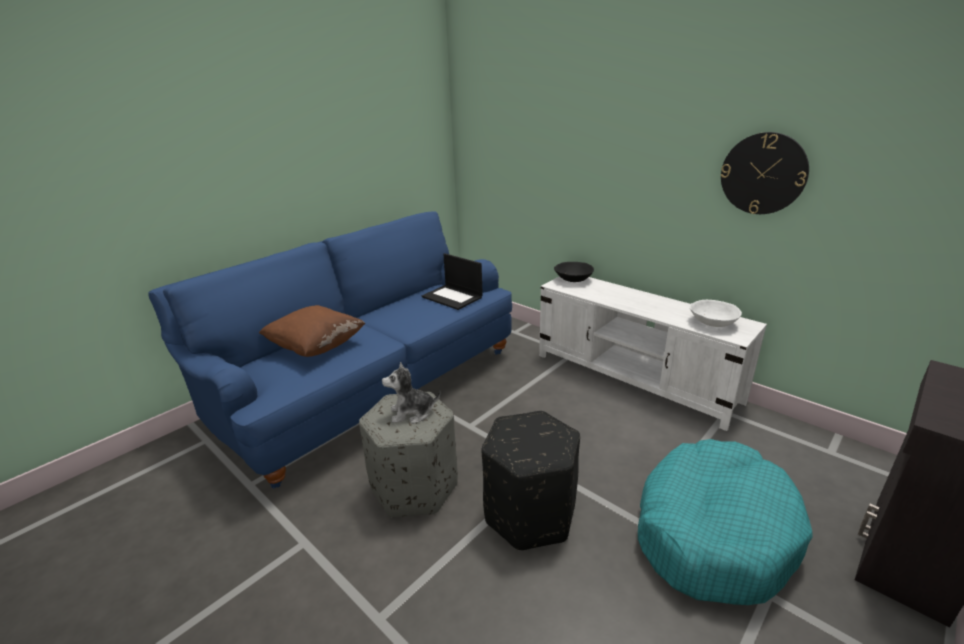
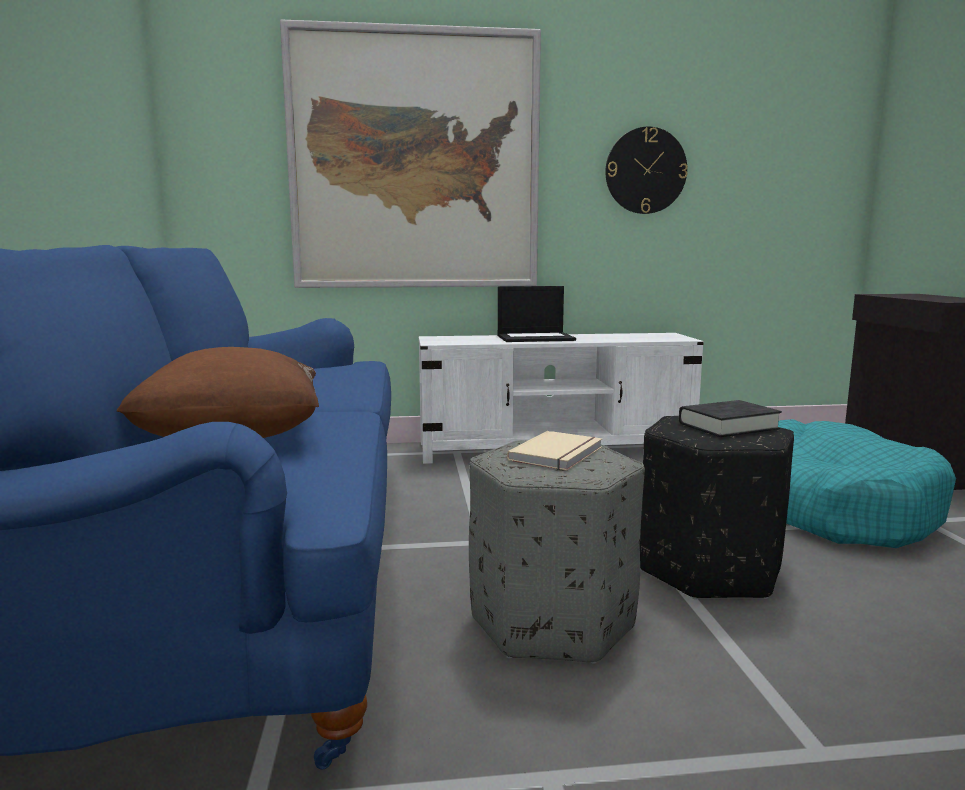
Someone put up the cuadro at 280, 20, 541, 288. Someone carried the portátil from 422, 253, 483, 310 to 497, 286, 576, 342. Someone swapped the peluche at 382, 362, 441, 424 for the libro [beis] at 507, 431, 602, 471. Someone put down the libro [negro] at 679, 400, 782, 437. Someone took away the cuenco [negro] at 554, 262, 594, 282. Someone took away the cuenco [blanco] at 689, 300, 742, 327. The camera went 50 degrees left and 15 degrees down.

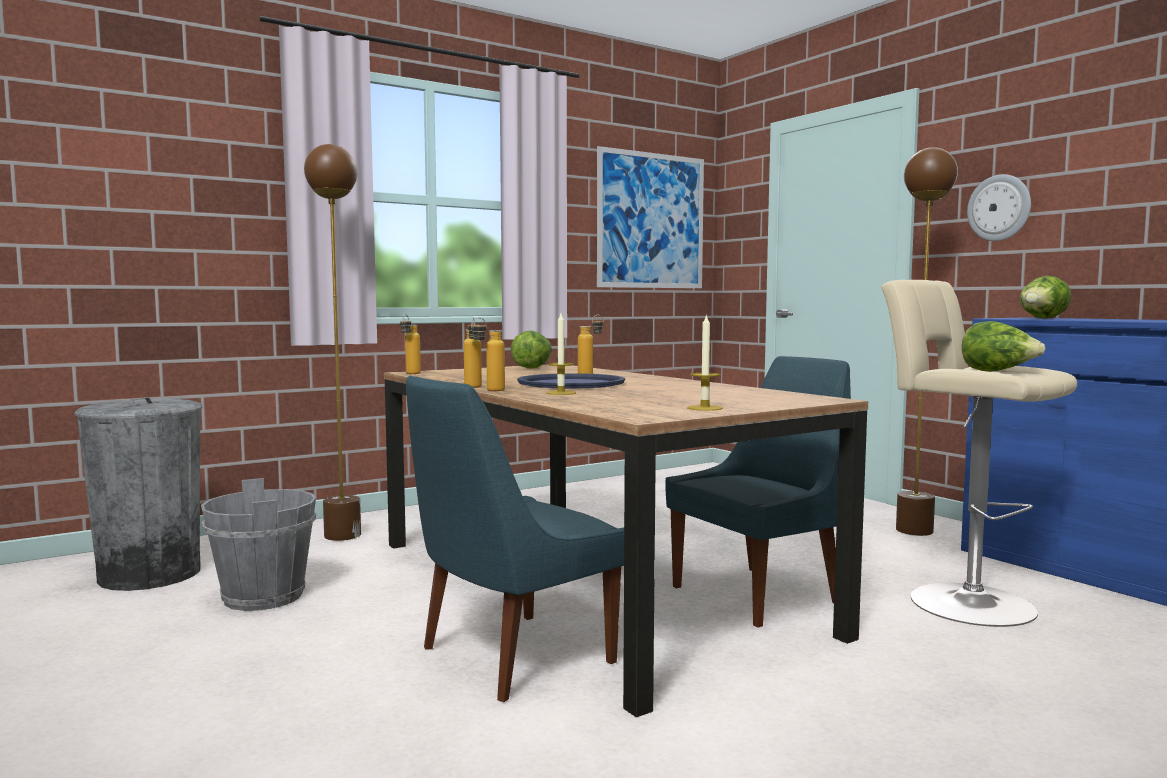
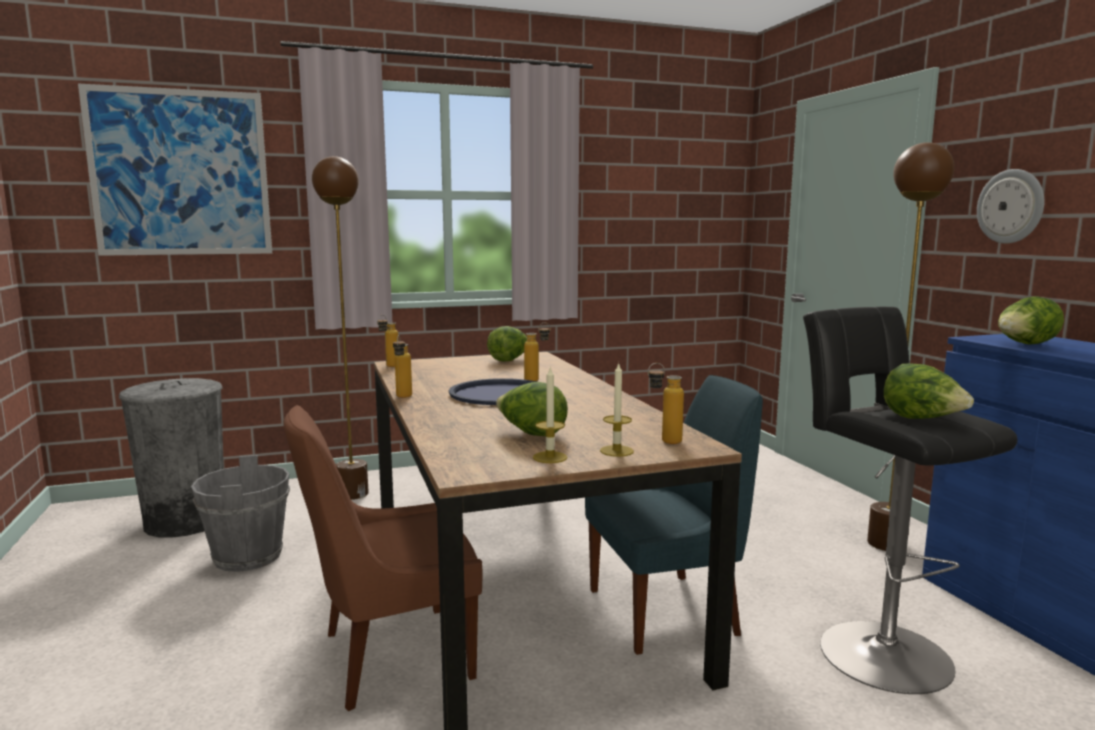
Someone carried the cuadro from 597, 146, 704, 288 to 78, 84, 272, 256. Someone repainted the silla [azul] at 406, 375, 624, 702, which became the silla [marrón] at 283, 405, 482, 711. Someone put down the lechuga at 496, 382, 568, 436. Someone carried the vela from 546, 314, 576, 395 to 600, 362, 634, 457. Someone carried the botella from 471, 317, 505, 391 to 648, 363, 684, 444. Someone repainted the taburete [beis] at 881, 280, 1077, 627, which became the taburete [negro] at 803, 307, 1017, 694. The camera went 15 degrees right and 5 degrees up.

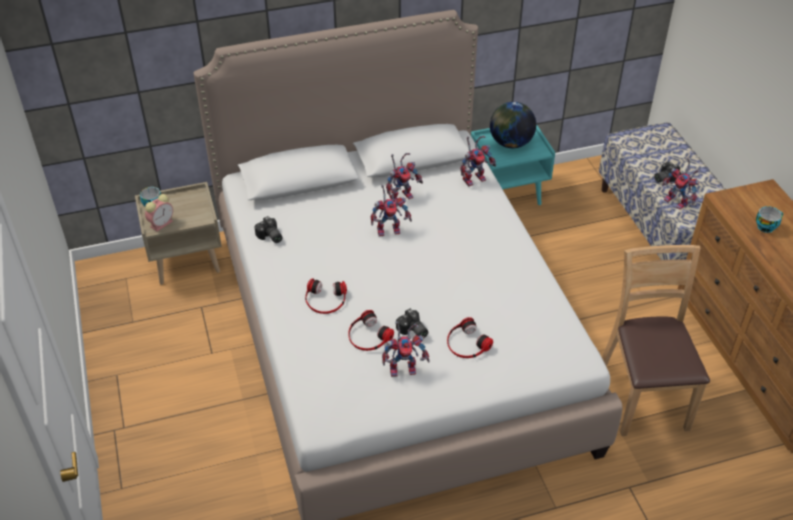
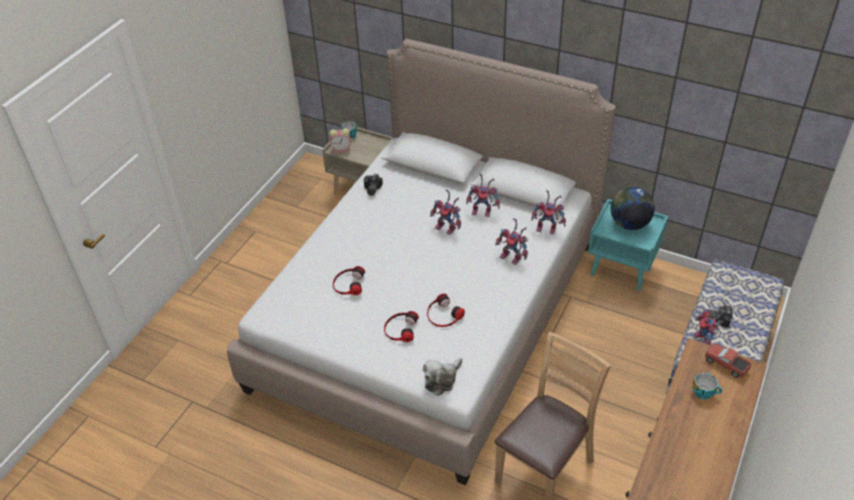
Someone put down the peluche at 423, 358, 463, 396. Someone carried the auriculares from 305, 278, 347, 314 to 427, 293, 465, 327. Someone carried the robot de juguete from 382, 321, 430, 377 to 495, 218, 528, 265. Someone put down the camión de juguete at 705, 343, 752, 378. Someone took away the cámara at 396, 308, 428, 338. The camera went 45 degrees right and 0 degrees up.

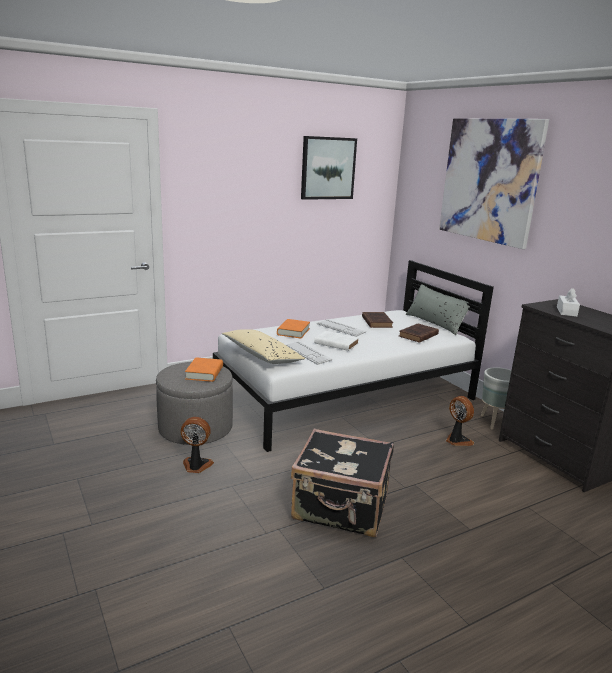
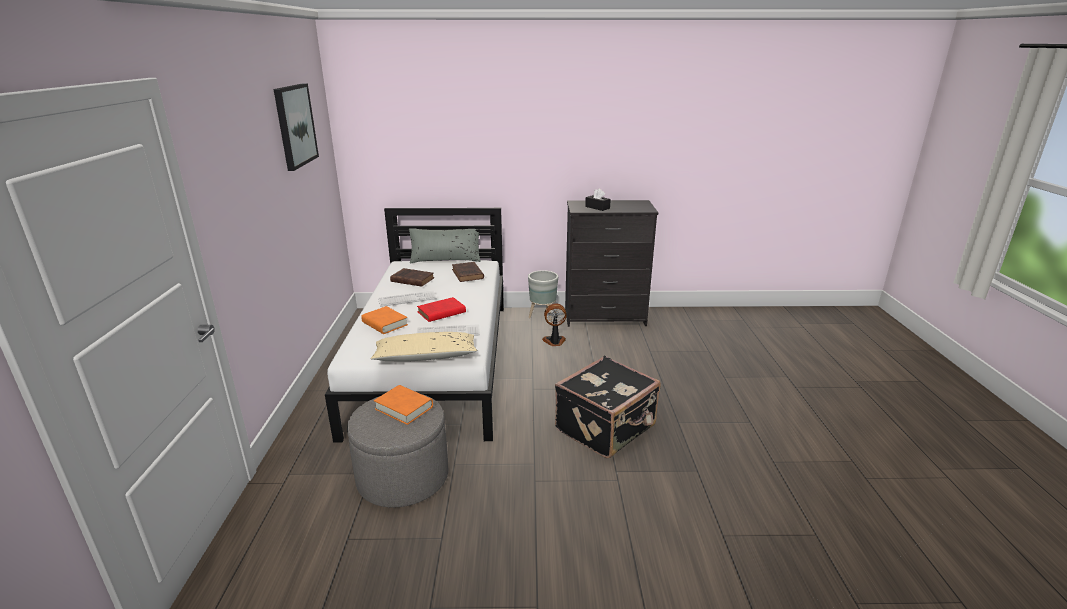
Someone repainted the libro [blanco] at 314, 331, 359, 351, which became the libro [rojo] at 417, 297, 466, 322. Someone repainted the caja de pañuelos [blanco] at 557, 288, 580, 317, which became the caja de pañuelos [negro] at 585, 189, 611, 211. Someone took away the ventilador at 180, 417, 214, 473. Someone took away the cuadro at 439, 118, 549, 249. The camera went 60 degrees left and 5 degrees up.

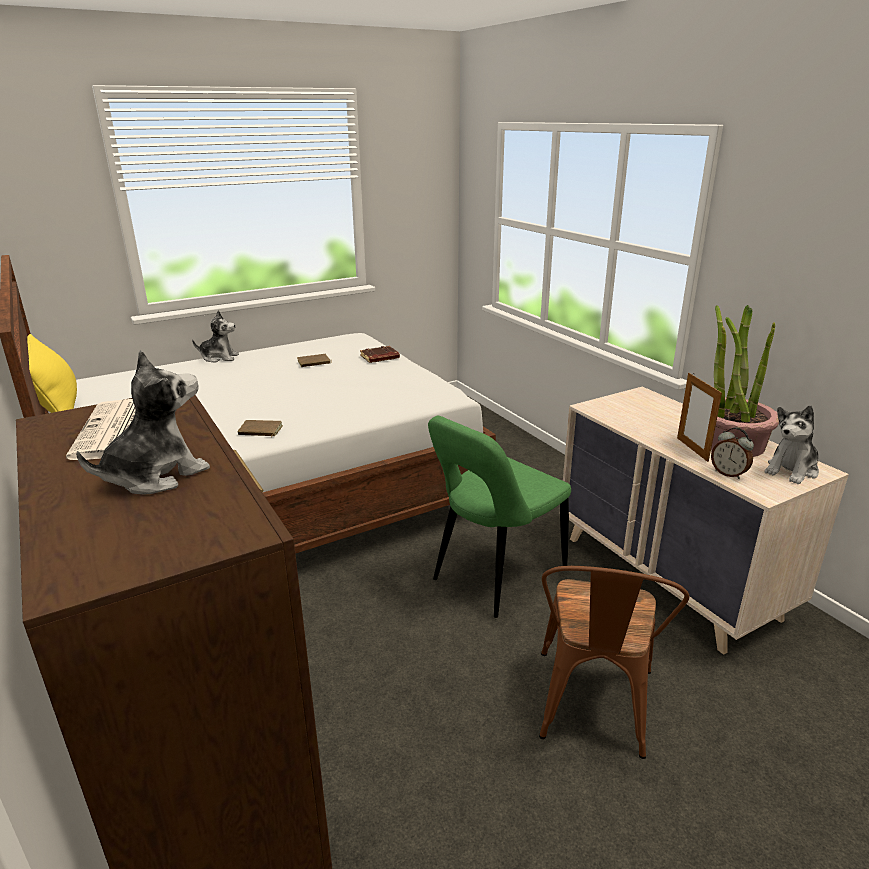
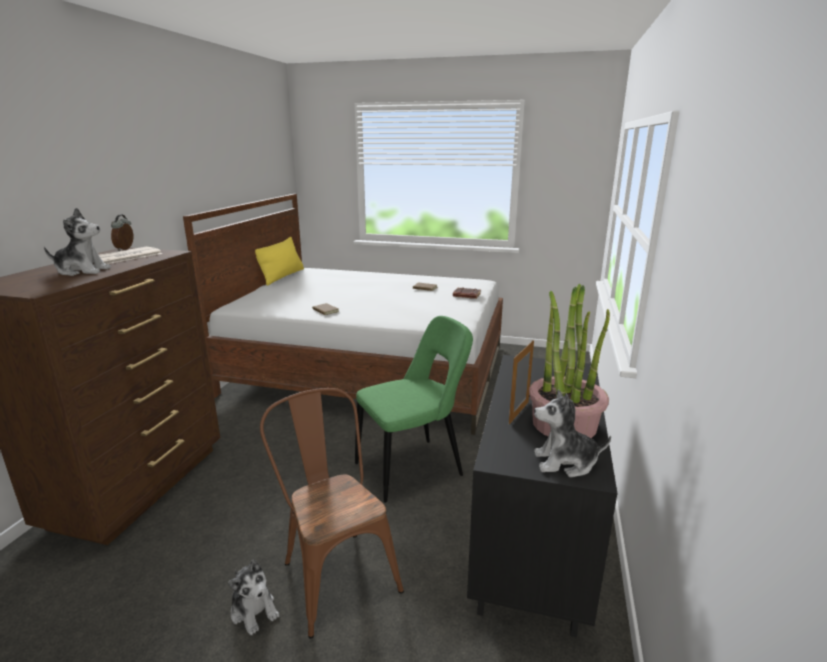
Someone carried the despertador from 711, 428, 754, 479 to 111, 214, 133, 251. Someone carried the peluche from 192, 311, 239, 363 to 228, 559, 279, 635. Someone rotated the silla [marrón] at 539, 566, 690, 759 by 90 degrees clockwise. Someone rotated the silla [verde] at 428, 416, 571, 618 by 150 degrees clockwise. Someone repainted the cómoda [beis] at 563, 387, 849, 655, which became the cómoda [negro] at 467, 355, 617, 637. The camera went 45 degrees right and 5 degrees down.

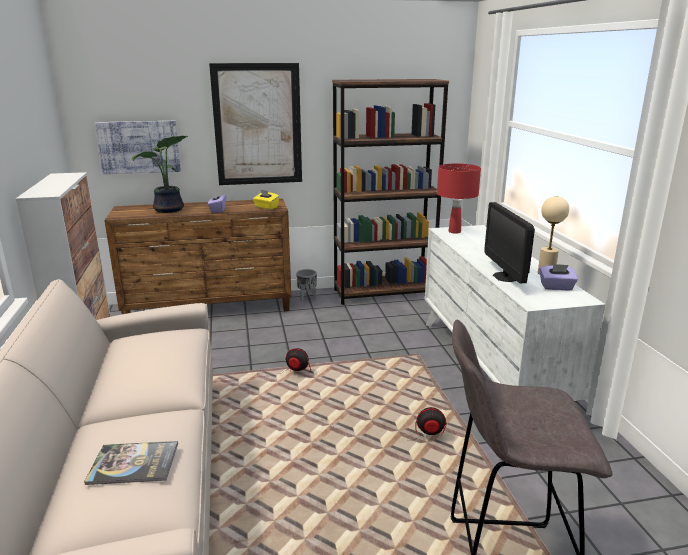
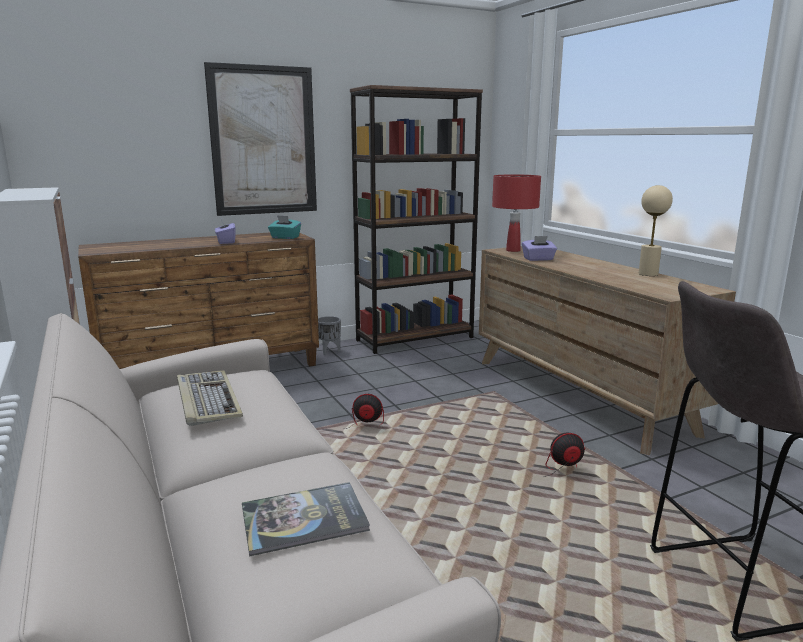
Someone put down the teclado at 177, 370, 243, 426. Someone repainted the caja de pañuelos [amarillo] at 253, 189, 280, 210, which became the caja de pañuelos [turquesa] at 268, 215, 301, 239. Someone repainted the cómoda [blanco] at 425, 225, 605, 401, which became the cómoda [marrón] at 479, 246, 736, 455. Someone carried the caja de pañuelos [morado] from 540, 264, 578, 290 to 522, 236, 557, 261. Someone took away the cuadro at 95, 121, 181, 174. Someone took away the planta en maceta at 132, 136, 188, 213. Someone took away the monitor at 484, 202, 535, 283. The camera went 15 degrees left and 5 degrees down.

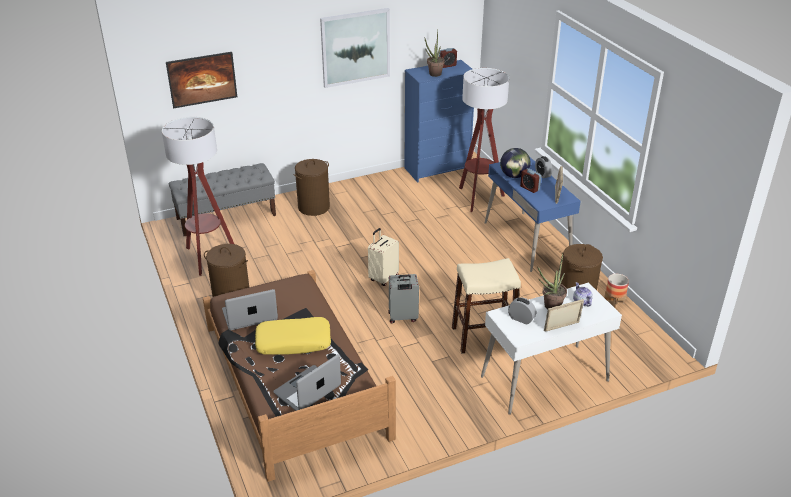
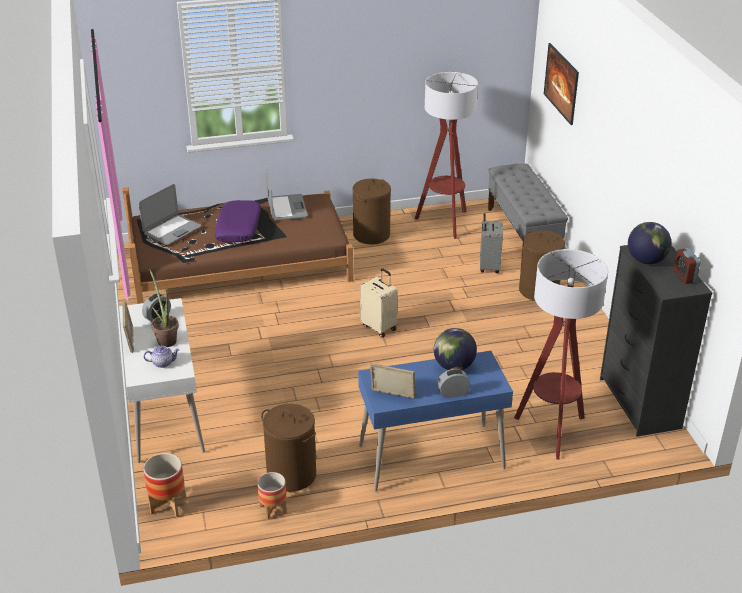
Someone rotated the portátil at 273, 354, 341, 411 by 75 degrees clockwise. Someone put down the maceta at 143, 453, 186, 517. Someone repainted the cojín [amarillo] at 255, 317, 331, 355, which became the cojín [morado] at 215, 200, 261, 242. Someone carried the maleta [gris] from 388, 274, 419, 324 to 480, 213, 503, 273. Someone repainted the cómoda [azul] at 404, 60, 474, 183, which became the cómoda [negro] at 600, 245, 712, 437. Someone swapped the planta en maceta at 425, 31, 445, 77 for the globo terráqueo at 628, 222, 671, 264. Someone took away the cuadro at 320, 8, 390, 88. Someone took away the taburete [beis] at 452, 258, 521, 354. Someone took away the despertador at 520, 168, 541, 193. The camera went 100 degrees right and 0 degrees up.

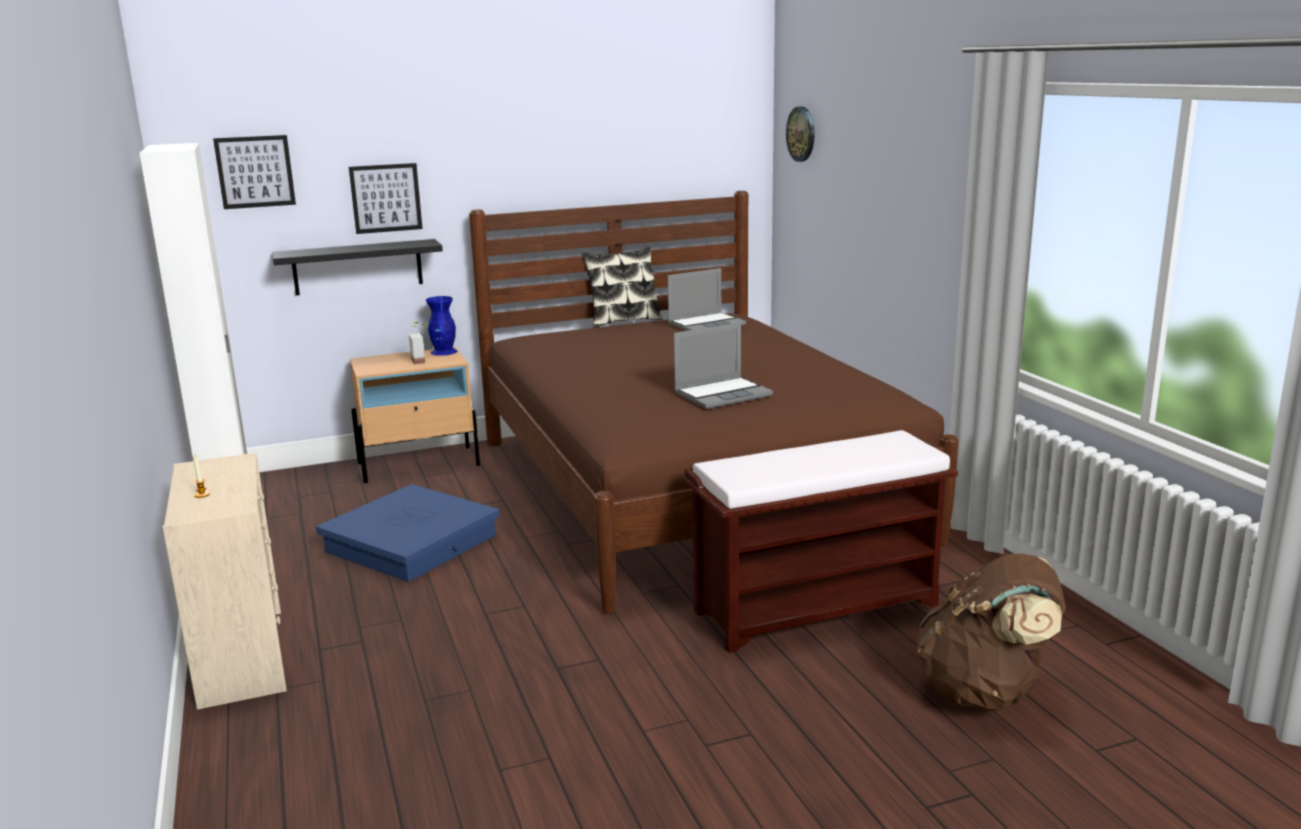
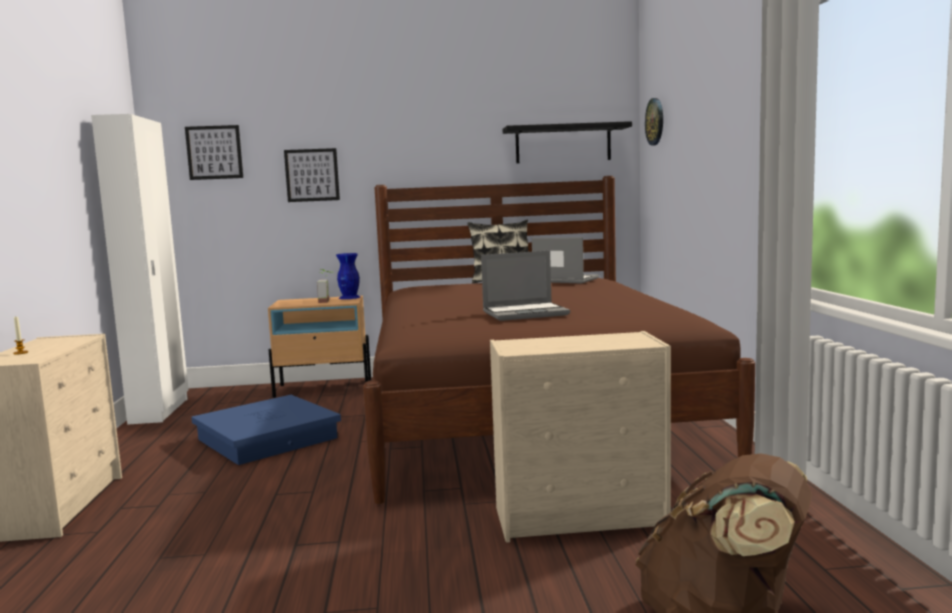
Someone swapped the banco [marrón] at 684, 430, 958, 653 for the cómoda [beis] at 490, 331, 671, 543. Someone carried the estante [negro] from 272, 239, 443, 295 to 503, 121, 632, 163. Someone rotated the portátil at 668, 268, 746, 331 by 135 degrees counterclockwise. The camera went 15 degrees right and 10 degrees down.

